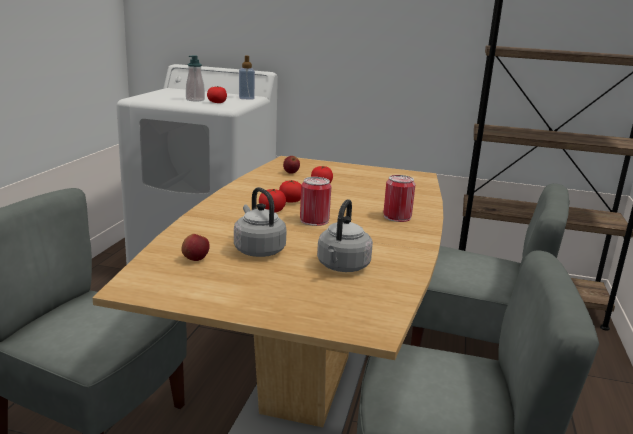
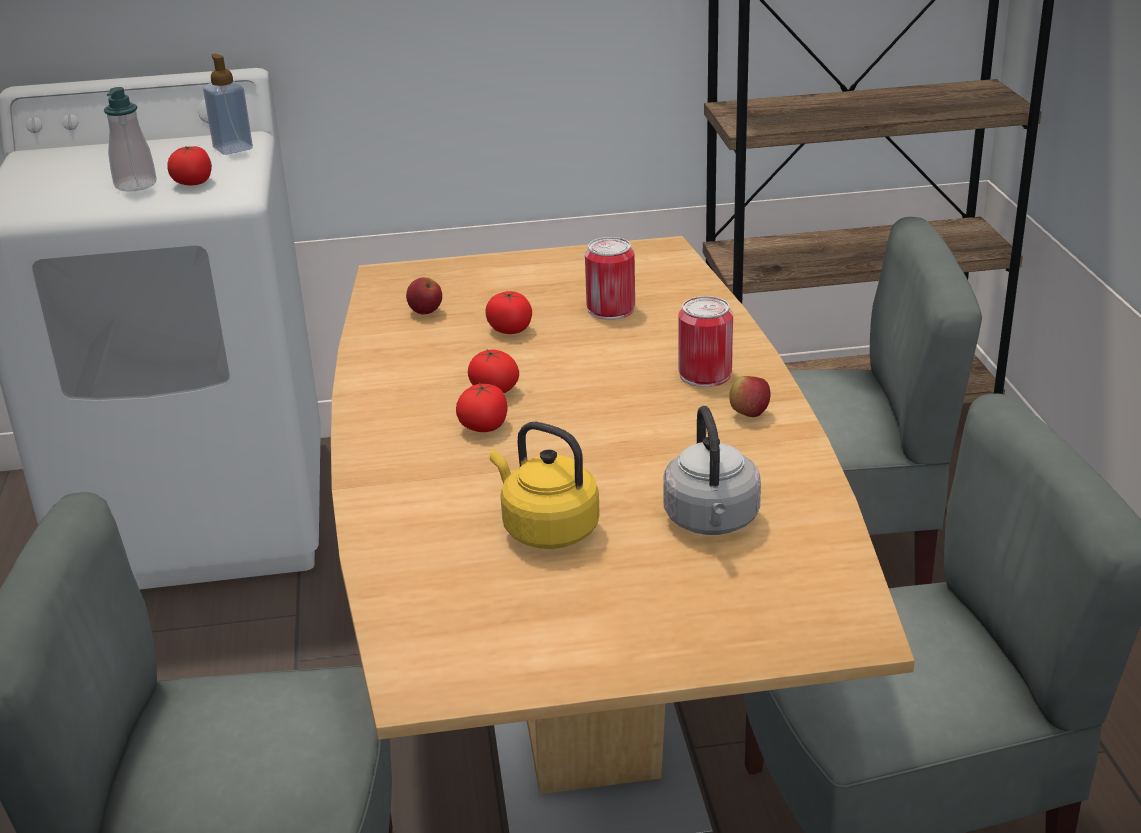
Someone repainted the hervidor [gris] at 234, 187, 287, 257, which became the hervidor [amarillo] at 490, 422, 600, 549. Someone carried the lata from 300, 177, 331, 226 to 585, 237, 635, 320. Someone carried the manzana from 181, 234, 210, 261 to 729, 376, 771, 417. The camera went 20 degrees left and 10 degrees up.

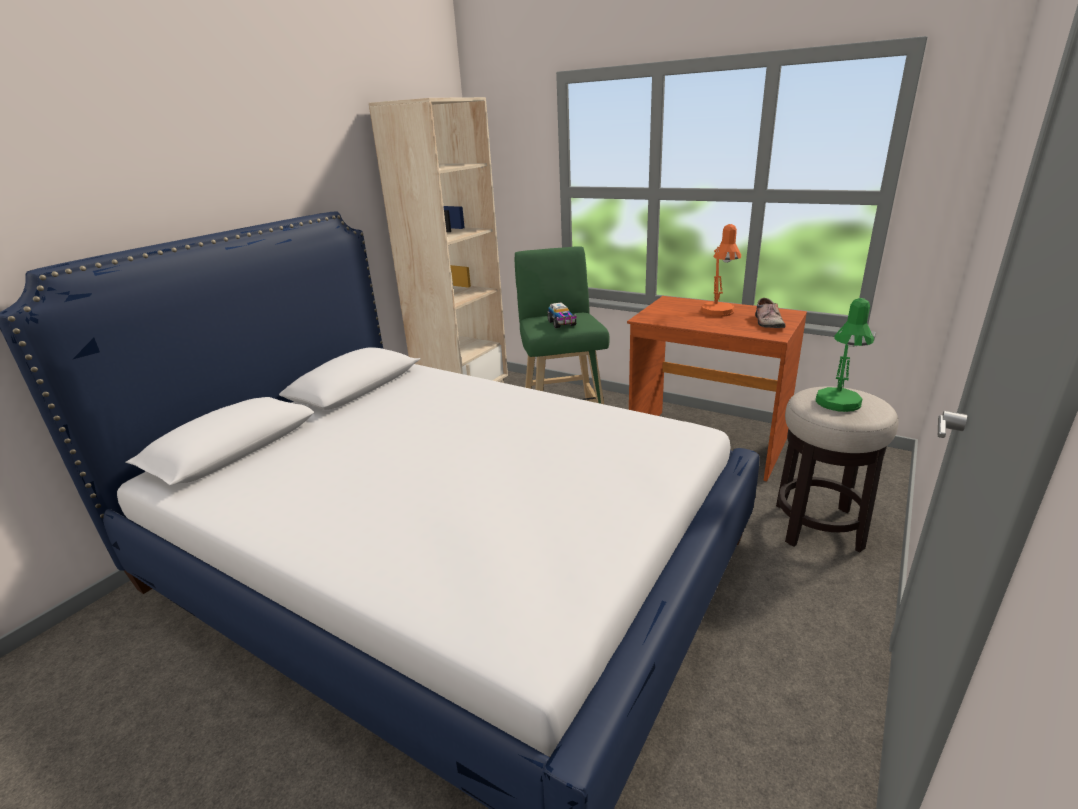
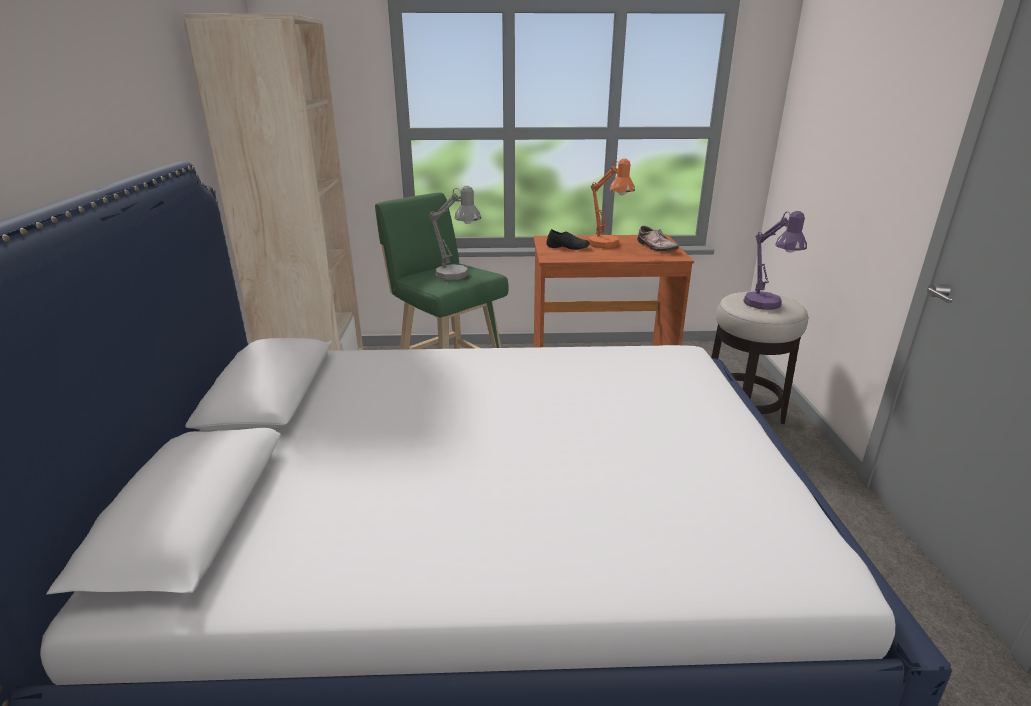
Someone swapped the camión de juguete at 548, 302, 577, 328 for the lámpara de mesa [gris] at 429, 186, 481, 280. Someone put down the zapato [negro] at 546, 229, 590, 250. Someone repainted the lámpara de mesa [verde] at 816, 298, 874, 412, which became the lámpara de mesa [morado] at 743, 211, 807, 310. The camera went 35 degrees left and 0 degrees up.

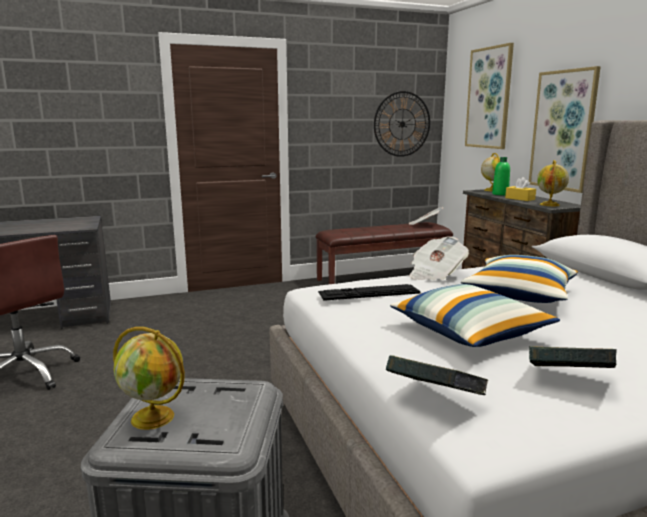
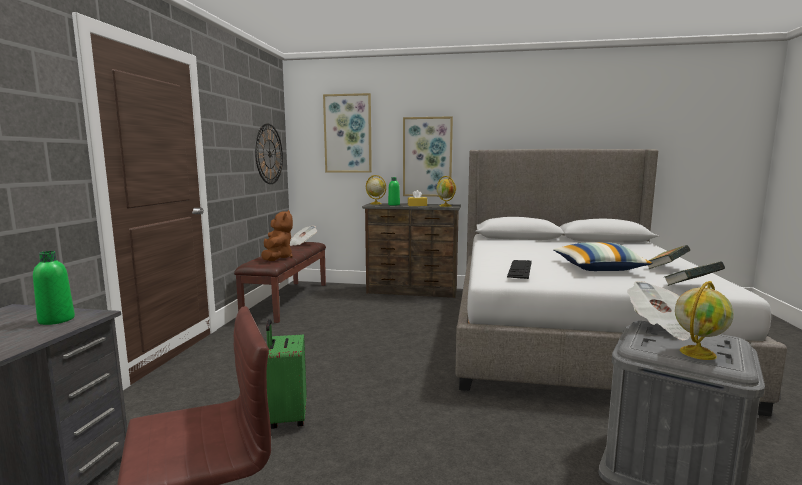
Someone put down the botella [verde] at 33, 251, 75, 325. Someone put down the peluche [marrón] at 261, 210, 293, 261. Someone put down the maleta [verde] at 266, 320, 307, 429. Someone carried the periódico from 409, 236, 469, 280 to 627, 281, 691, 341. Someone took away the cojín at 461, 255, 578, 303. The camera went 60 degrees left and 5 degrees down.

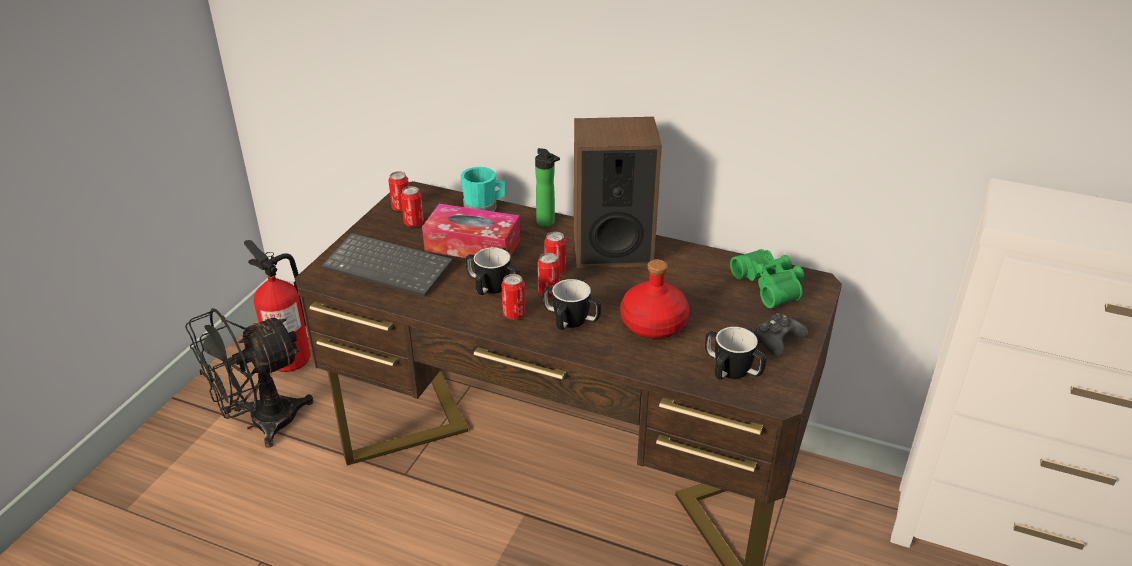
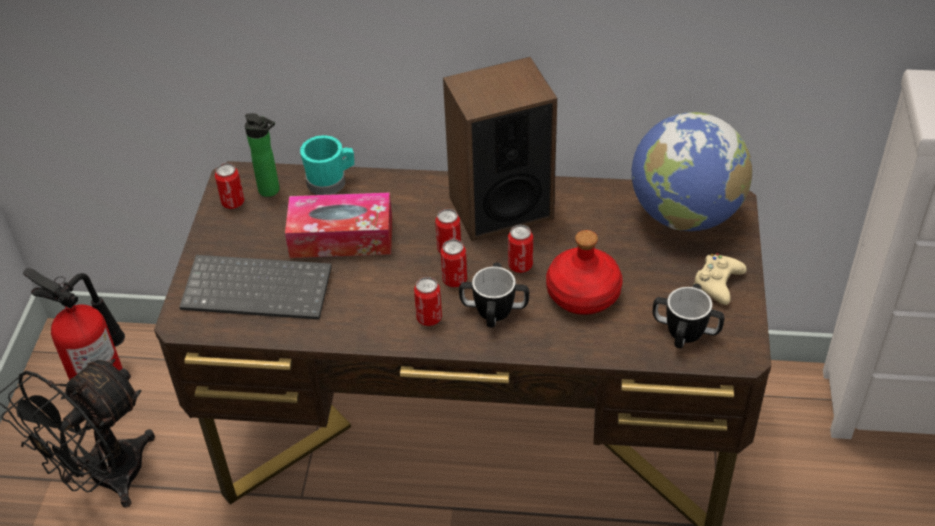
Someone carried the botella from 535, 148, 560, 227 to 245, 113, 280, 197. Someone carried the lata from 401, 186, 424, 227 to 508, 225, 533, 273. Someone swapped the prismáticos [verde] at 730, 249, 804, 308 for the globo terráqueo at 632, 112, 752, 231. Someone repainted the mando de consola [negro] at 755, 313, 808, 357, which became the mando de consola [beis] at 694, 253, 747, 305. Someone took away the taza grande at 466, 247, 520, 295. The camera went 15 degrees left and 10 degrees up.

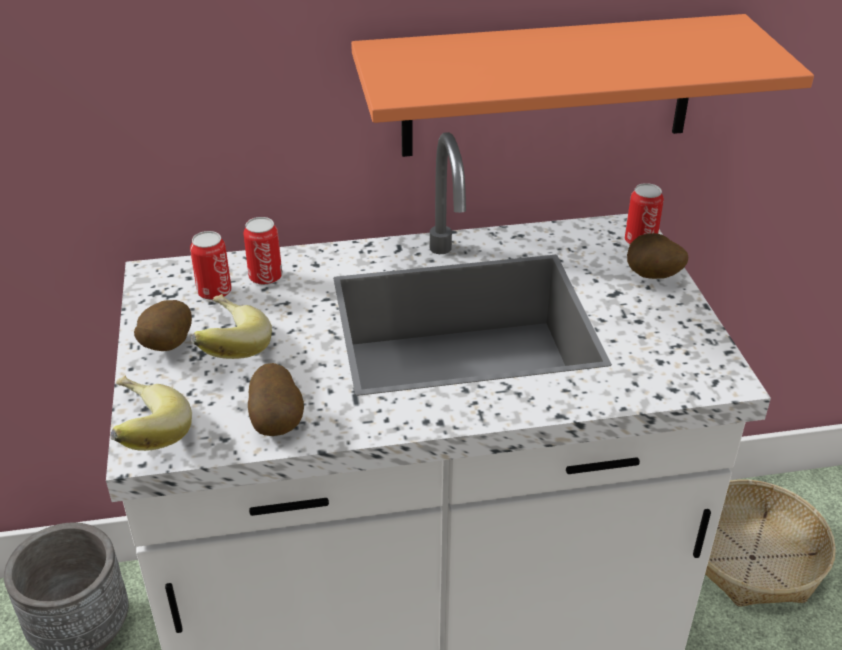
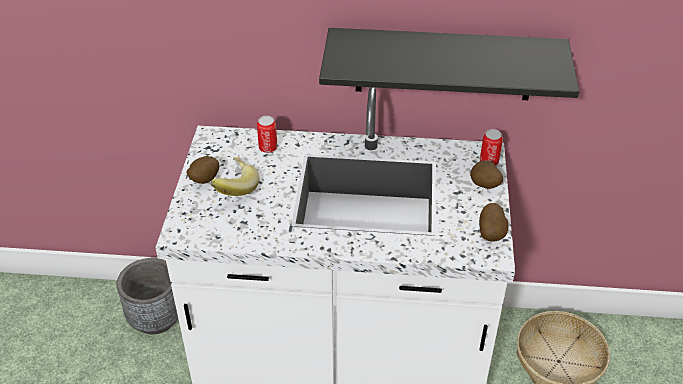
Someone repainted the estante [naranja] at 351, 14, 814, 157, which became the estante [negro] at 319, 28, 579, 100. Someone carried the patata from 248, 363, 304, 436 to 479, 203, 508, 241. Someone took away the plátano at 110, 376, 192, 451. Someone took away the lata at 190, 231, 232, 300. The camera went 15 degrees right and 5 degrees up.

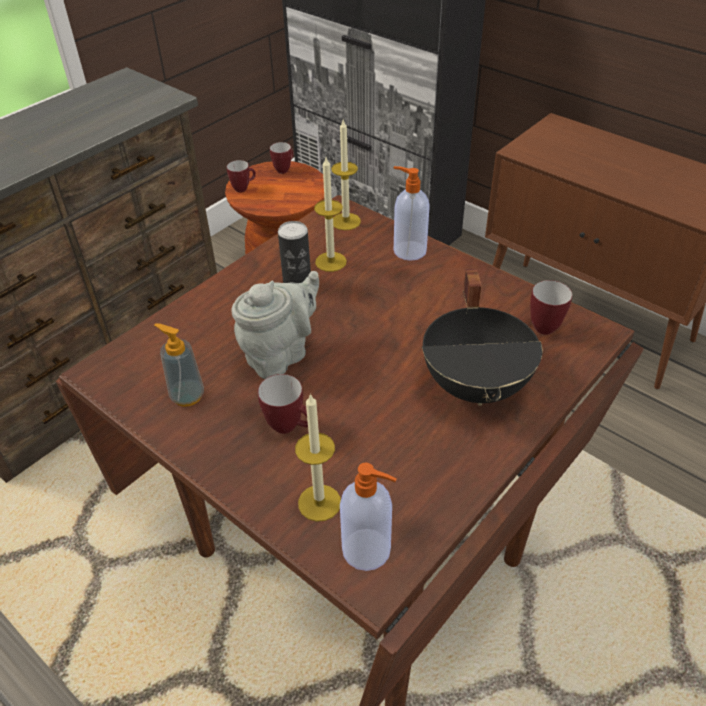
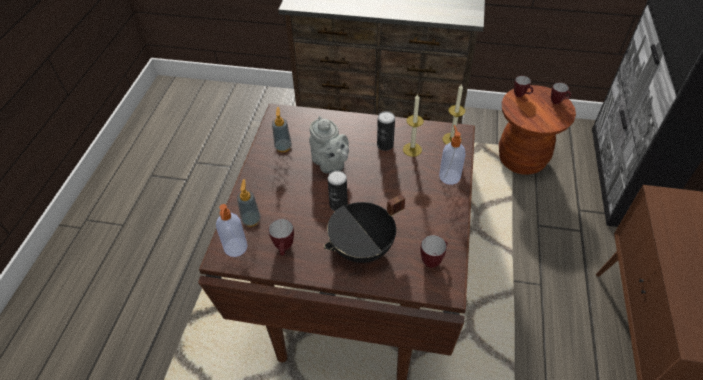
Someone swapped the vela at 295, 393, 341, 522 for the dispensador de jabón at 237, 179, 261, 227. Someone carried the taza grande from 258, 374, 308, 434 to 269, 219, 294, 255. Someone rotated the tetera [gris] at 231, 271, 319, 379 by 45 degrees clockwise. Someone put down the lata at 328, 171, 348, 211. The camera went 60 degrees right and 5 degrees up.

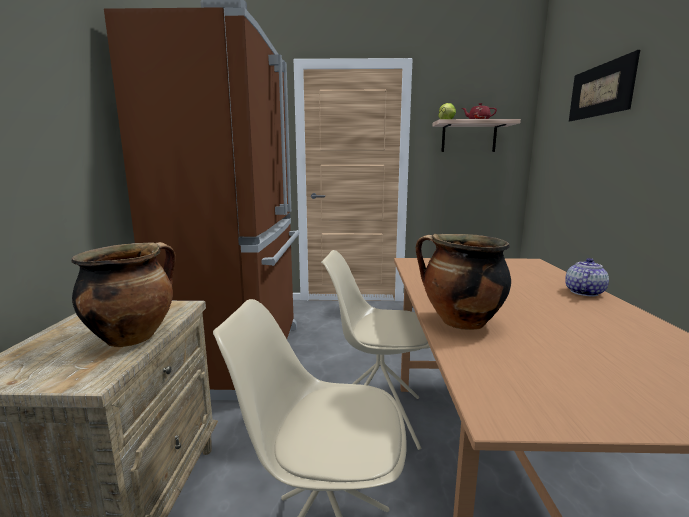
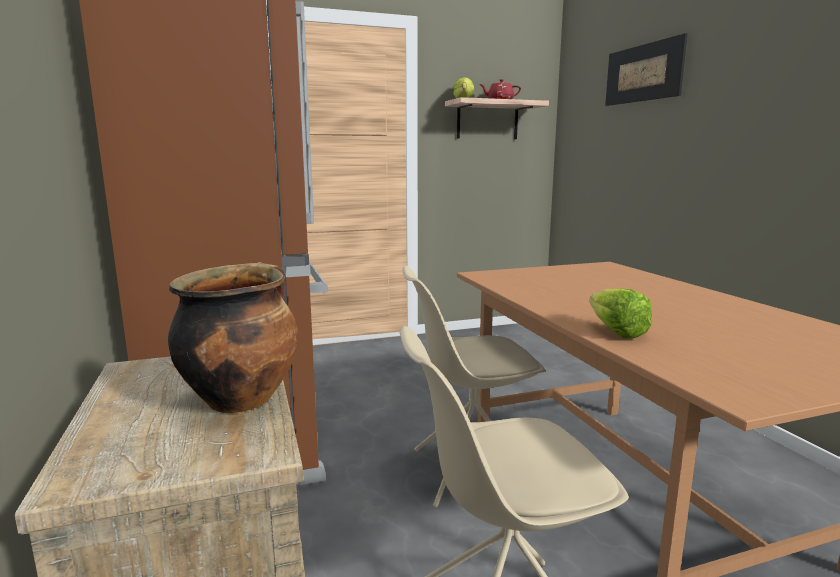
Someone swapped the olla at 416, 234, 511, 330 for the lechuga at 590, 288, 652, 339. Someone took away the tetera at 565, 258, 609, 296. The camera went 20 degrees left and 0 degrees up.

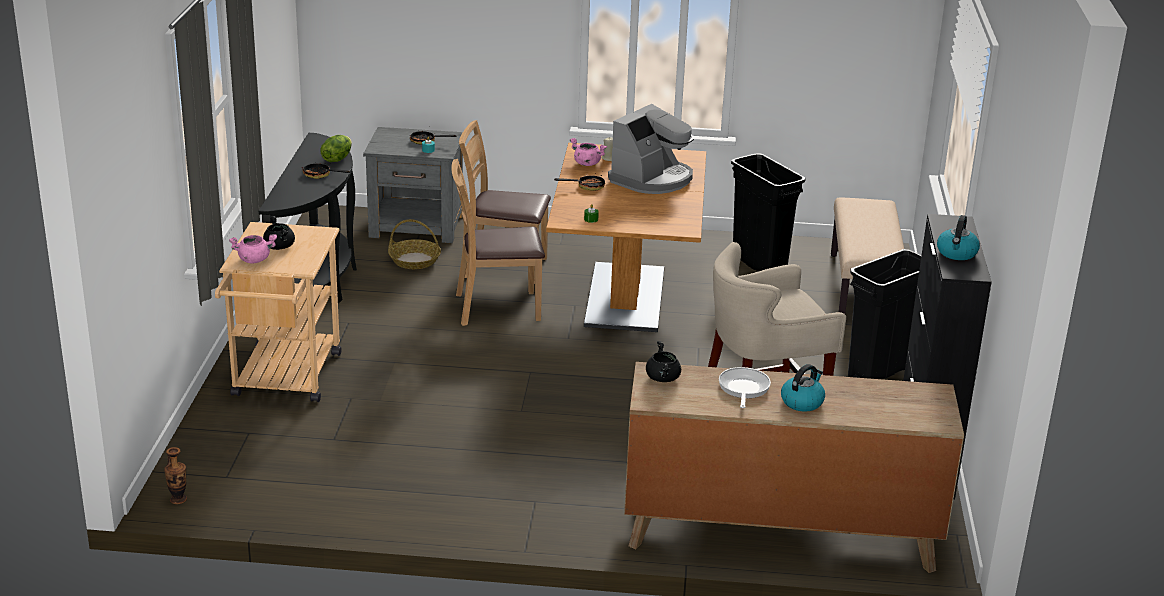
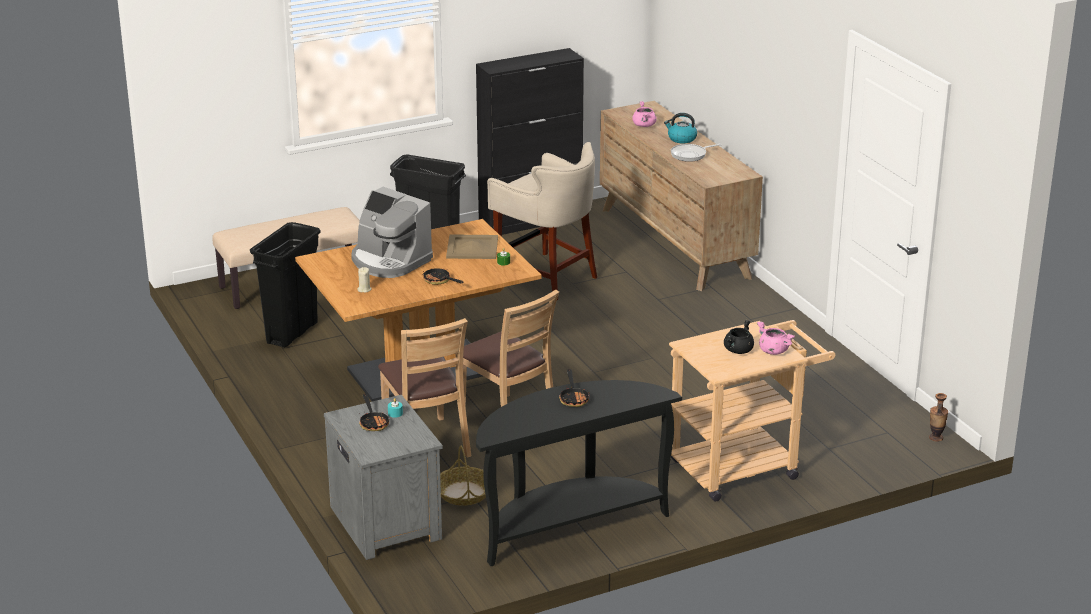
Someone rotated the cafetera at 608, 104, 694, 194 by 150 degrees counterclockwise. Someone put down the bandeja [beis] at 446, 234, 498, 259. Someone carried the olla [rosa] from 570, 138, 607, 166 to 632, 101, 657, 127. Someone took away the lechuga at 321, 135, 352, 162. Someone took away the olla [negro] at 646, 341, 681, 382. Someone took away the hervidor at 937, 215, 980, 260. The camera went 120 degrees left and 0 degrees up.

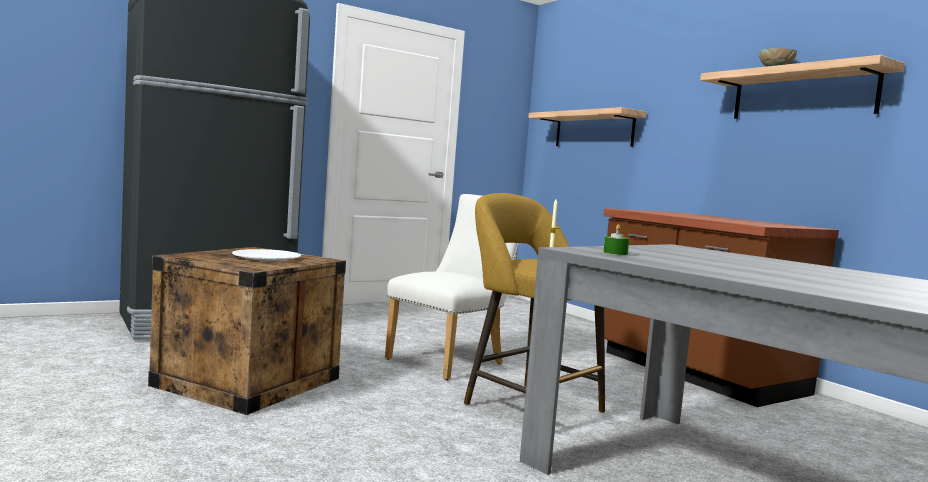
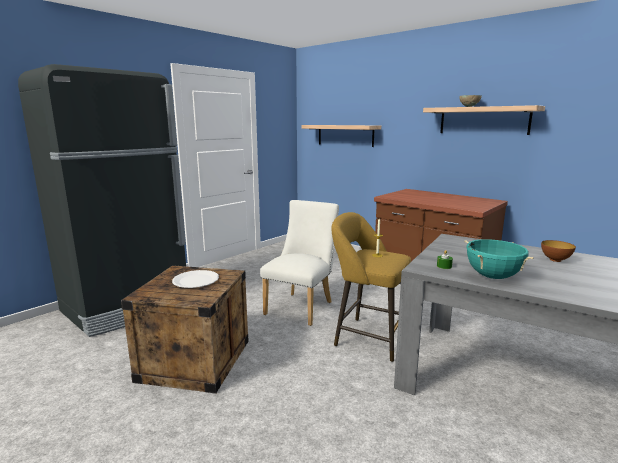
Someone put down the olla [turquesa] at 464, 239, 534, 279. Someone put down the cuenco at 541, 240, 576, 262. The camera went 15 degrees left and 10 degrees up.

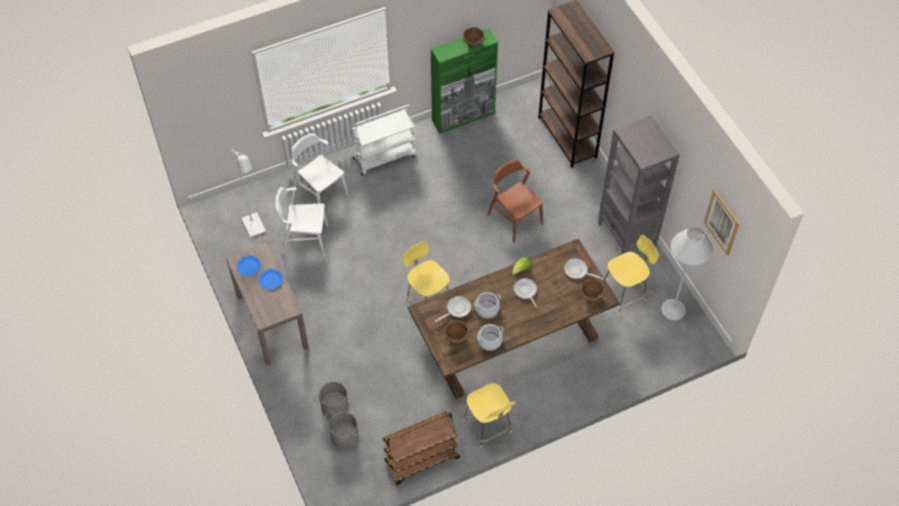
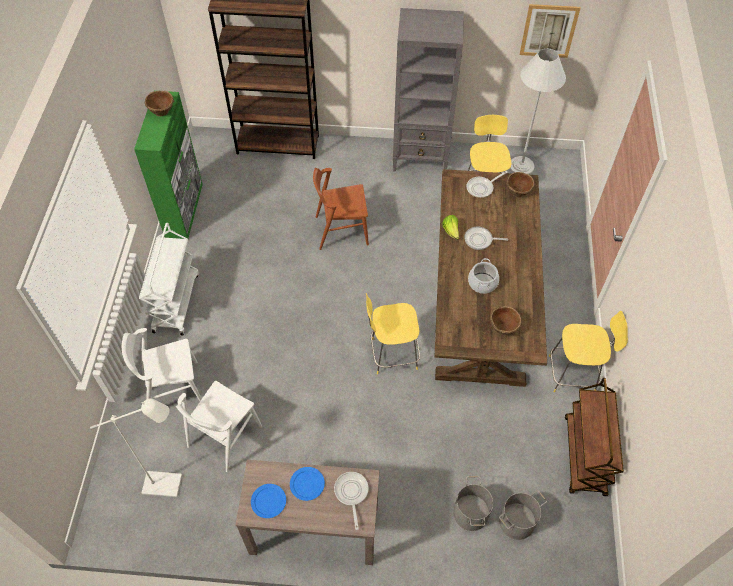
Someone carried the sartén from 435, 296, 471, 322 to 334, 472, 369, 530. Someone took away the olla at 477, 324, 504, 351. The camera went 60 degrees left and 0 degrees up.

